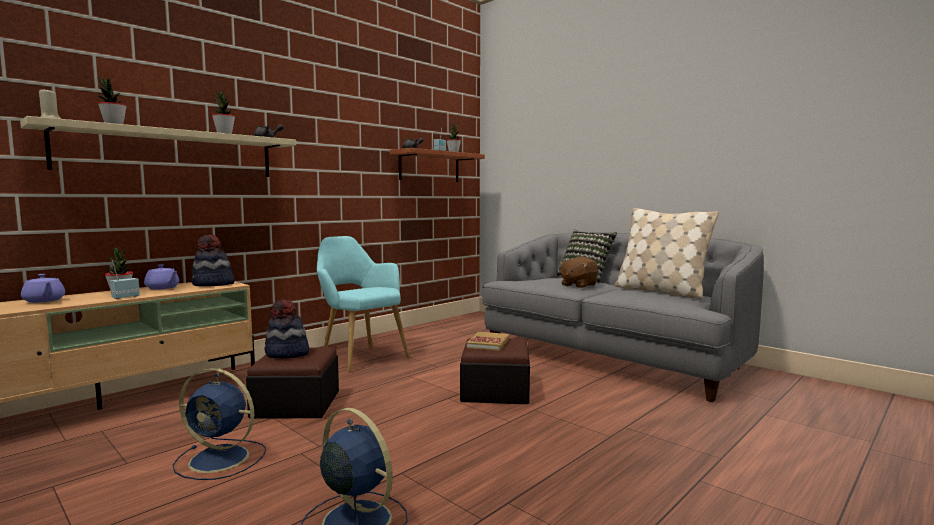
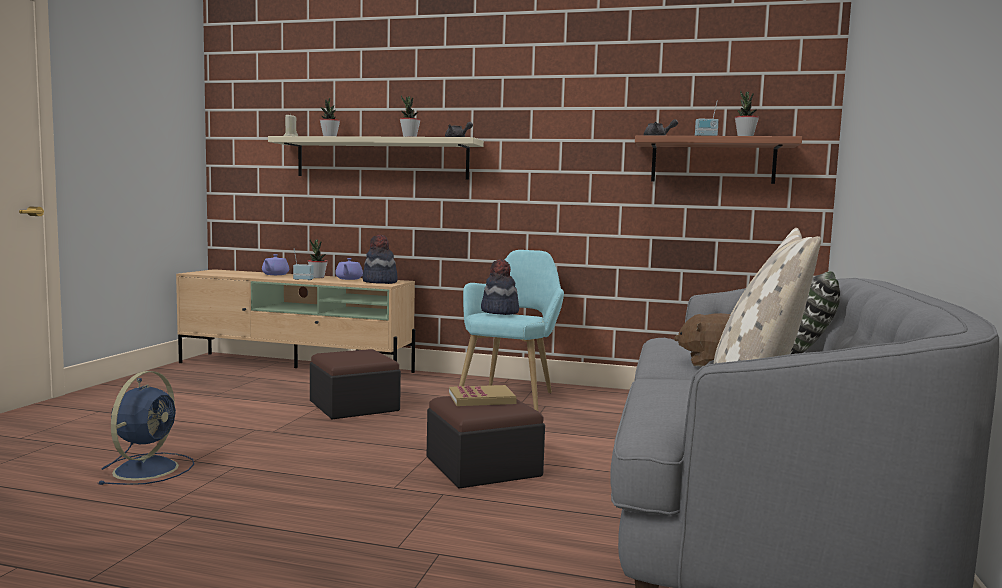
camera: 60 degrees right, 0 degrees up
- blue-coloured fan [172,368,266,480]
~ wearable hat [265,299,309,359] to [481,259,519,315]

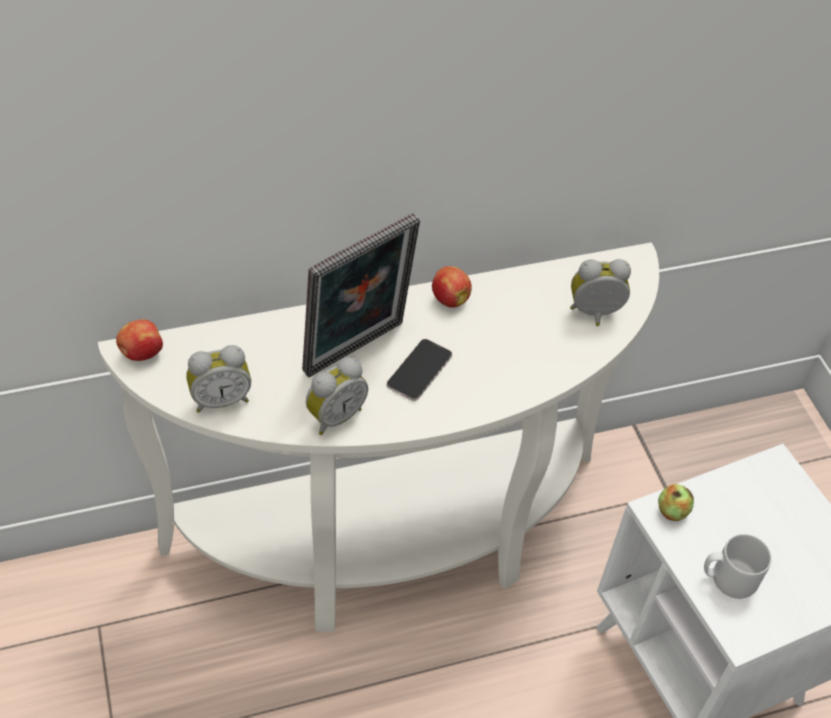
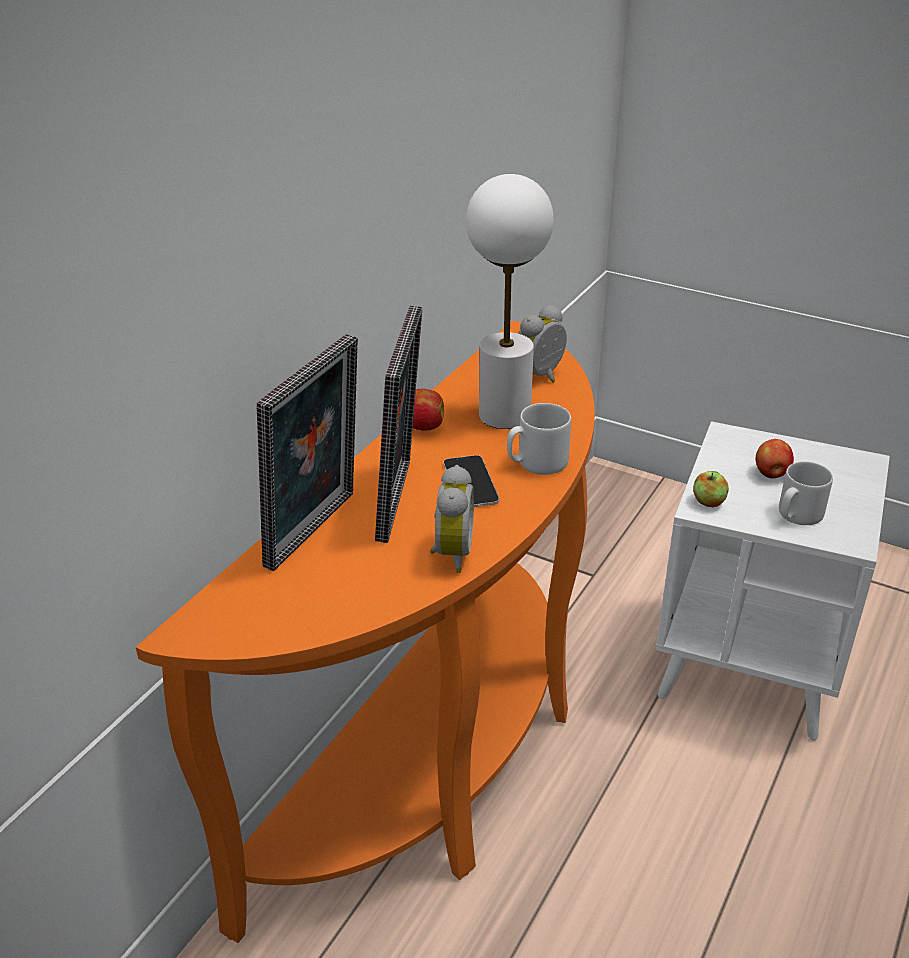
camera: 40 degrees left, 15 degrees down
~ white-coloured console table [98,242,659,632] to orange-coloured console table [136,320,595,943]
~ apple [116,319,163,361] to [756,439,794,478]
- bedside clock [187,345,251,413]
+ picture frame [256,334,358,571]
+ white-coloured table lamp [466,174,554,429]
+ greyish mug [507,403,571,475]

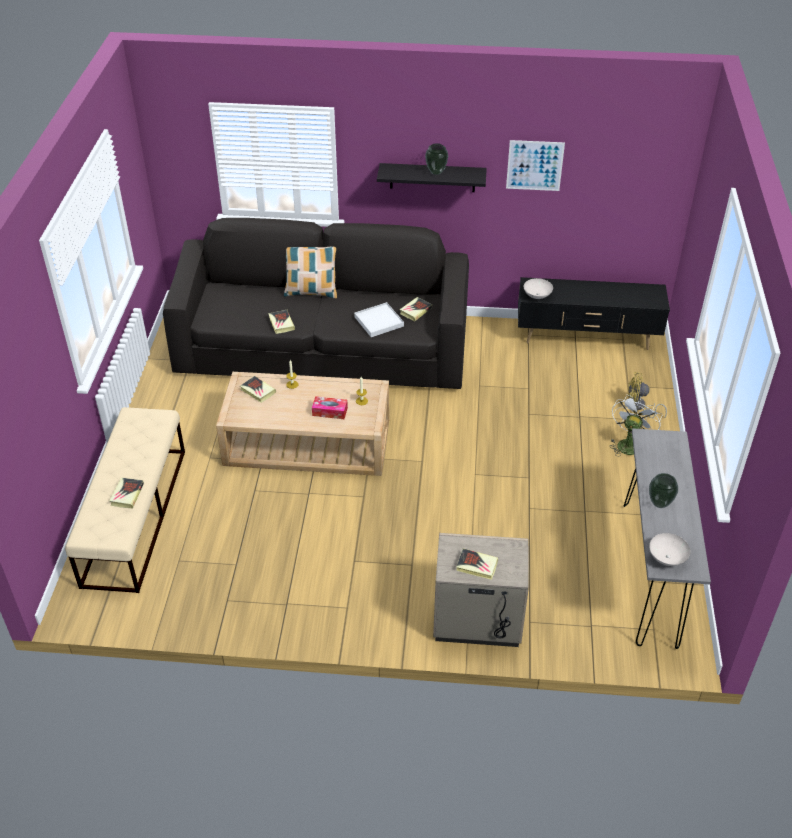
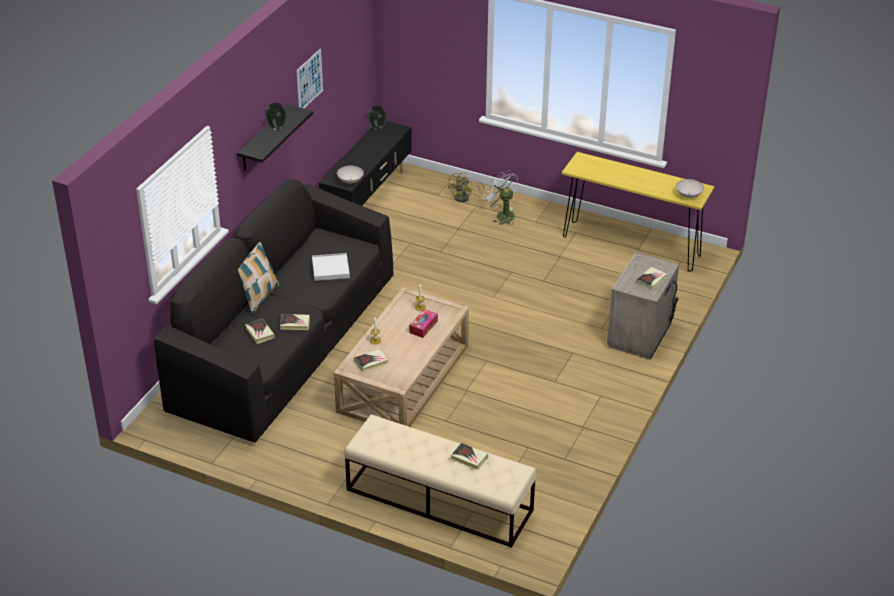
camera: 70 degrees left, 5 degrees down
~ volume [400,297,432,321] to [245,319,275,344]
~ greyish console table [623,428,711,649] to yellow-coloured console table [562,152,714,272]
~ flower vase [649,473,678,508] to [368,105,387,130]

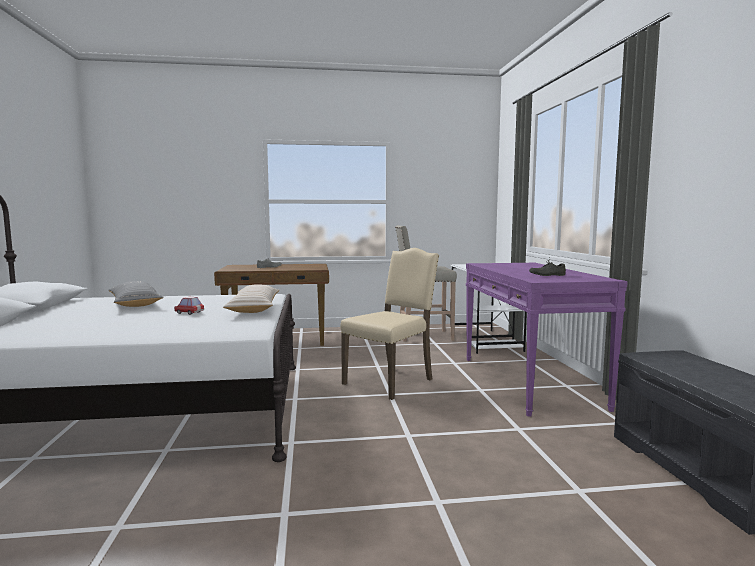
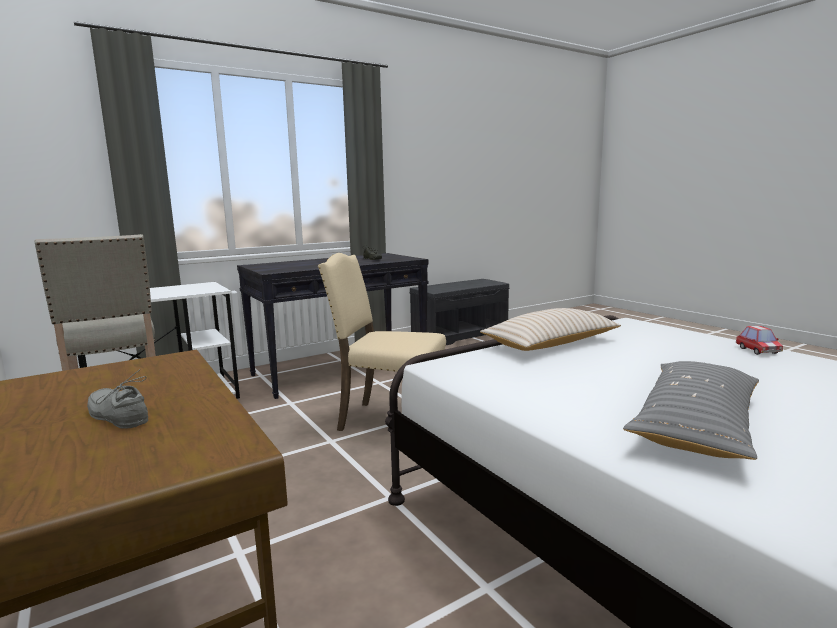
camera: 115 degrees left, 5 degrees up
~ toy car [174,297,204,315] to [736,326,783,355]
~ purple console table [466,263,628,417] to black-coloured console table [237,253,428,399]

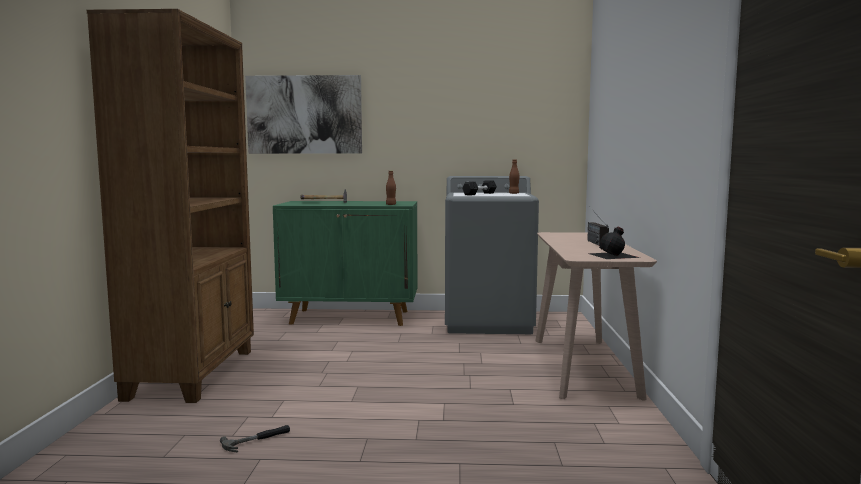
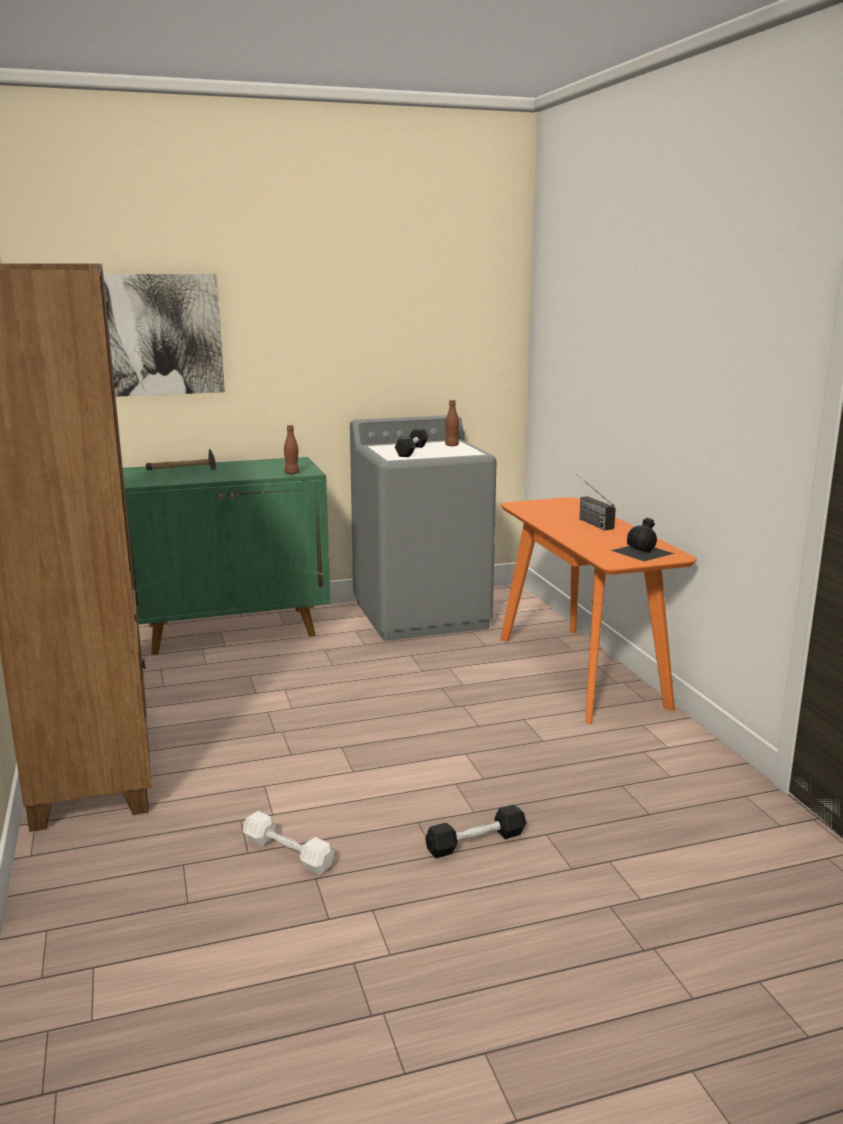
camera: 20 degrees left, 10 degrees up
~ hand hammer [220,425,290,452] to white-coloured dumbbell [243,811,335,875]
~ sand-coloured console table [535,232,657,401] to orange-coloured console table [500,497,697,724]
+ black-coloured dumbbell [425,805,526,858]

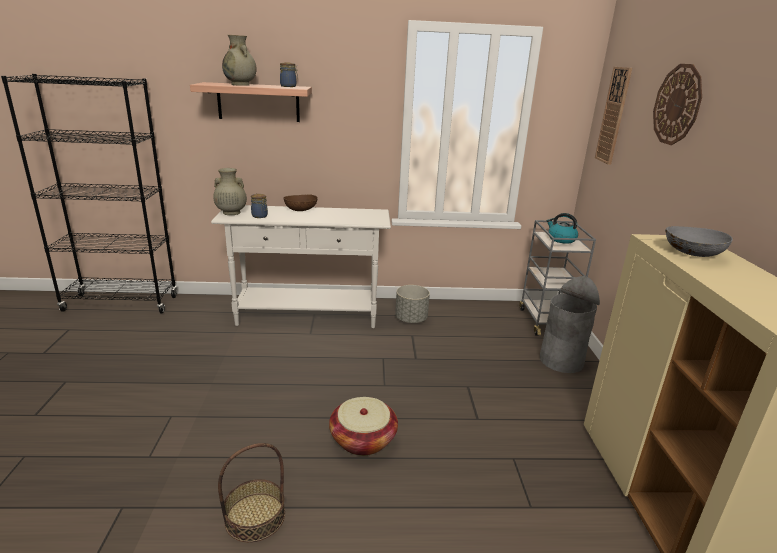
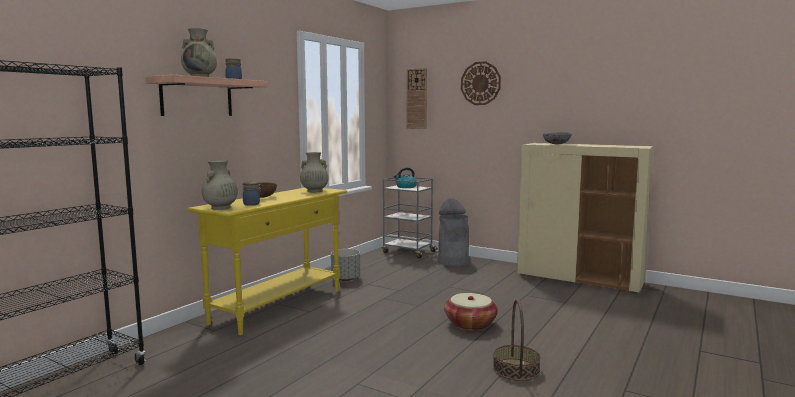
camera: 55 degrees left, 15 degrees down
~ white-coloured console table [211,205,391,328] to yellow-coloured console table [187,188,347,335]
+ sand-coloured flower vase [300,152,329,192]

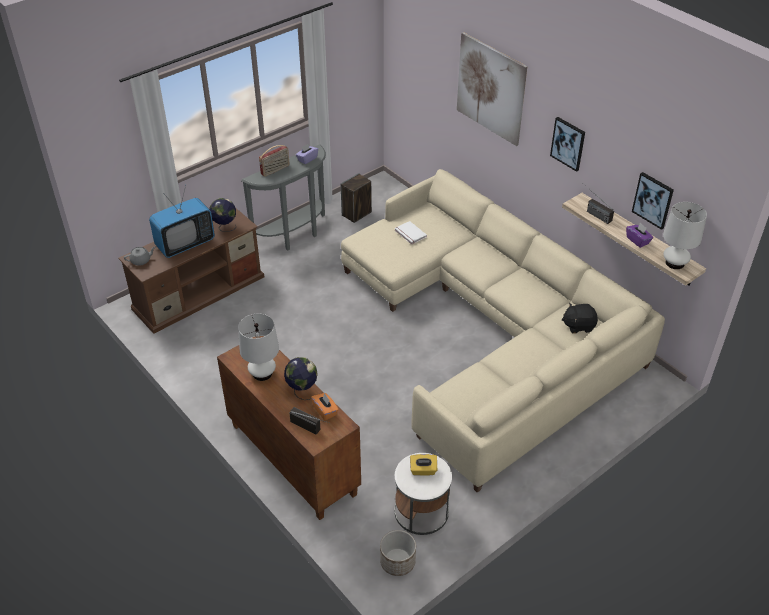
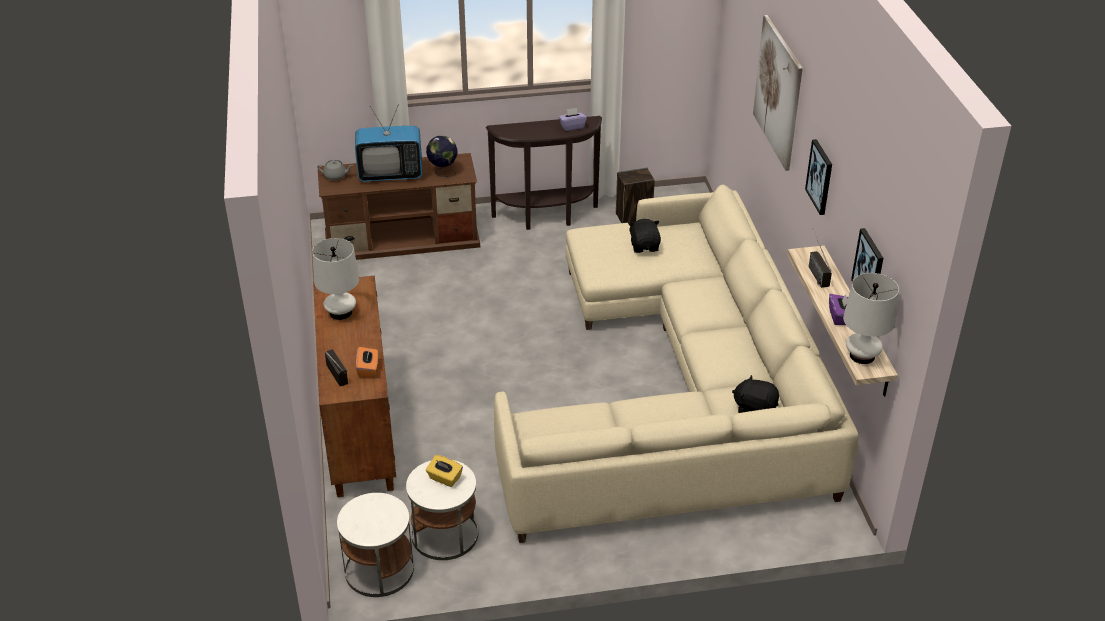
camera: 30 degrees right, 5 degrees down
~ greyish console table [242,144,326,251] to brown-coloured console table [486,116,602,230]
- radio receiver [259,145,290,177]
- desk globe [284,357,317,400]
~ planter [380,530,416,576] to white-coloured accent table [337,493,414,597]
~ white-coloured volume [395,221,427,245] to black-coloured plush toy [628,219,661,253]

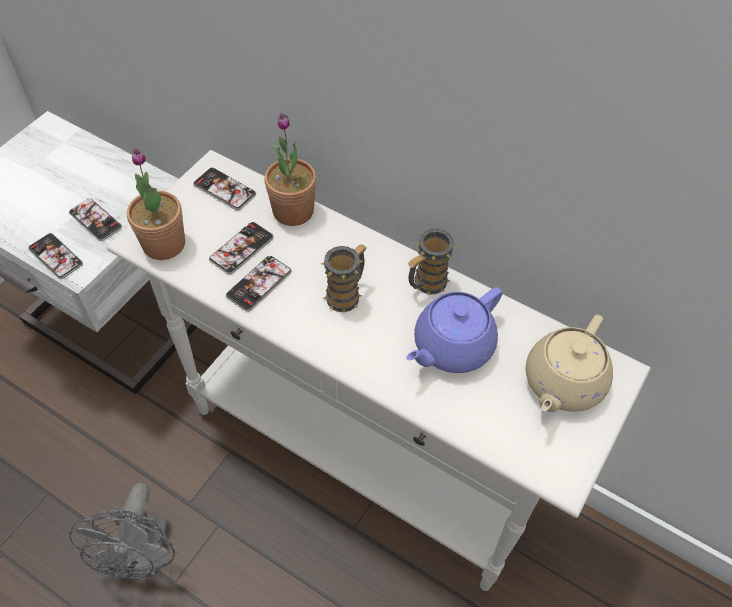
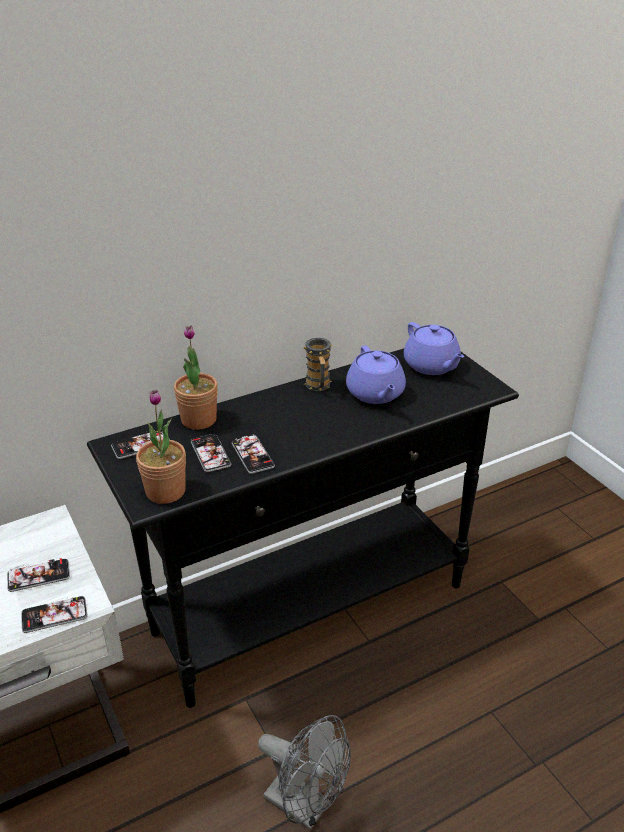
camera: 60 degrees left, 20 degrees down
~ white-coloured console table [107,150,651,591] to black-coloured console table [87,348,519,708]
- mug [321,244,367,313]
~ sand-coloured teapot [526,314,613,412] to purple teapot [404,322,464,375]

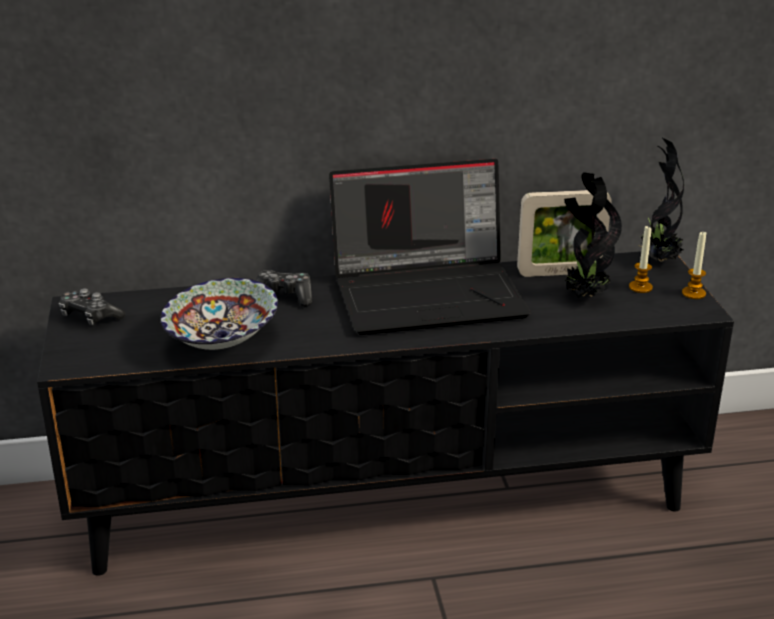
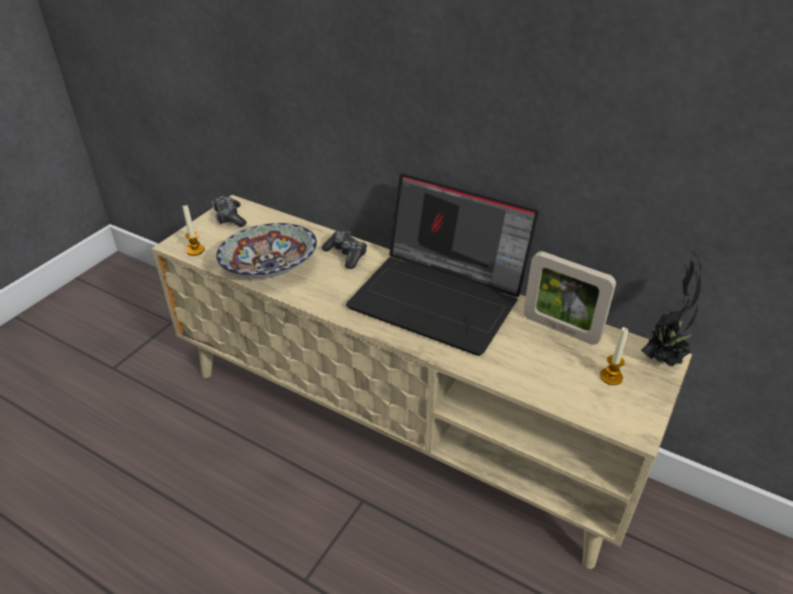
camera: 40 degrees right, 10 degrees up
~ black-coloured media console [37,251,734,576] to sand-coloured media console [152,195,693,569]
- potted plant [564,172,622,298]
~ wax light [682,232,706,299] to [183,205,205,256]

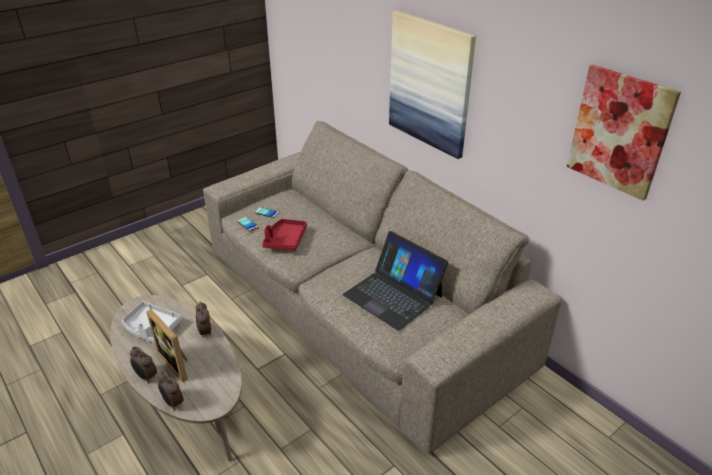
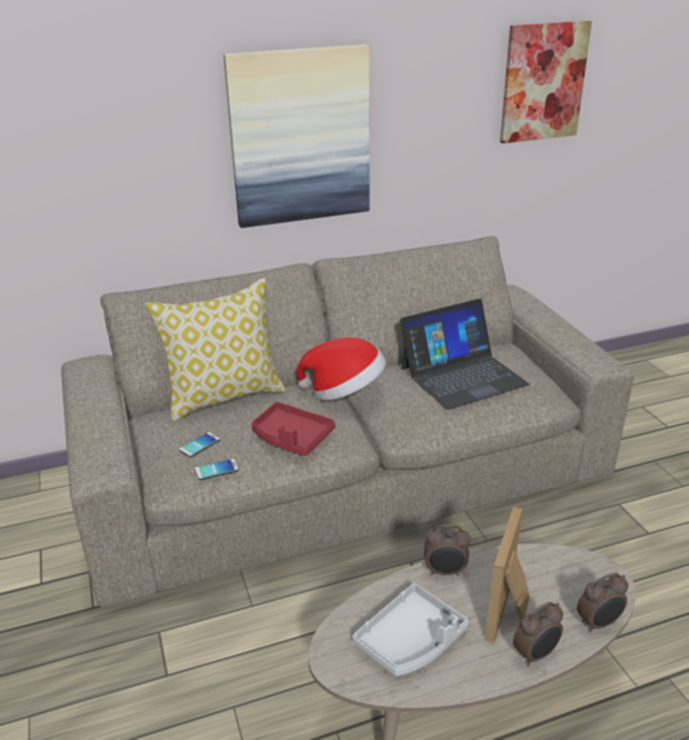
camera: 70 degrees left, 5 degrees down
~ picture frame [146,309,188,382] = [485,507,530,643] 135 degrees clockwise
+ cushion [145,278,286,422]
+ wearable hat [296,337,386,400]

